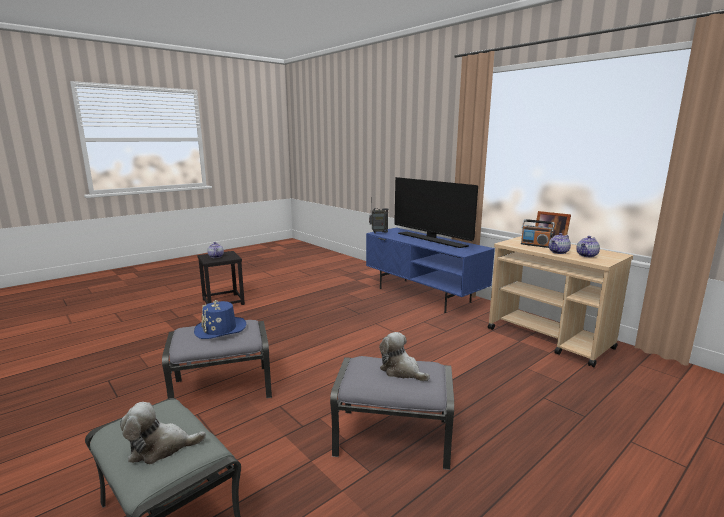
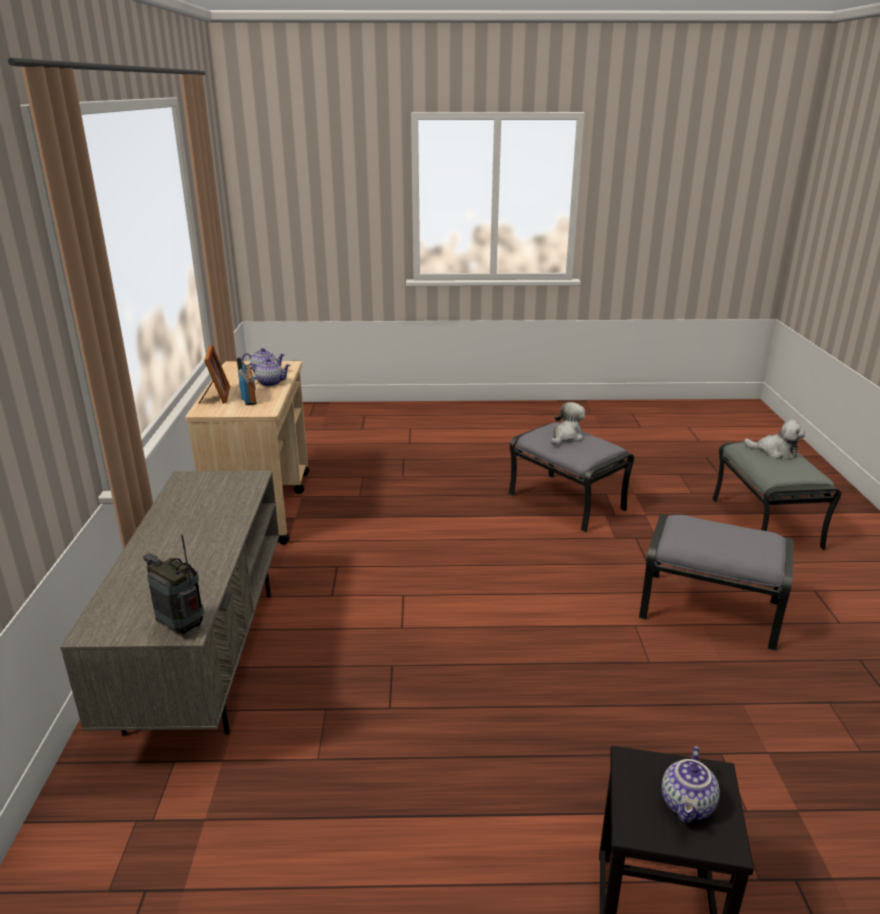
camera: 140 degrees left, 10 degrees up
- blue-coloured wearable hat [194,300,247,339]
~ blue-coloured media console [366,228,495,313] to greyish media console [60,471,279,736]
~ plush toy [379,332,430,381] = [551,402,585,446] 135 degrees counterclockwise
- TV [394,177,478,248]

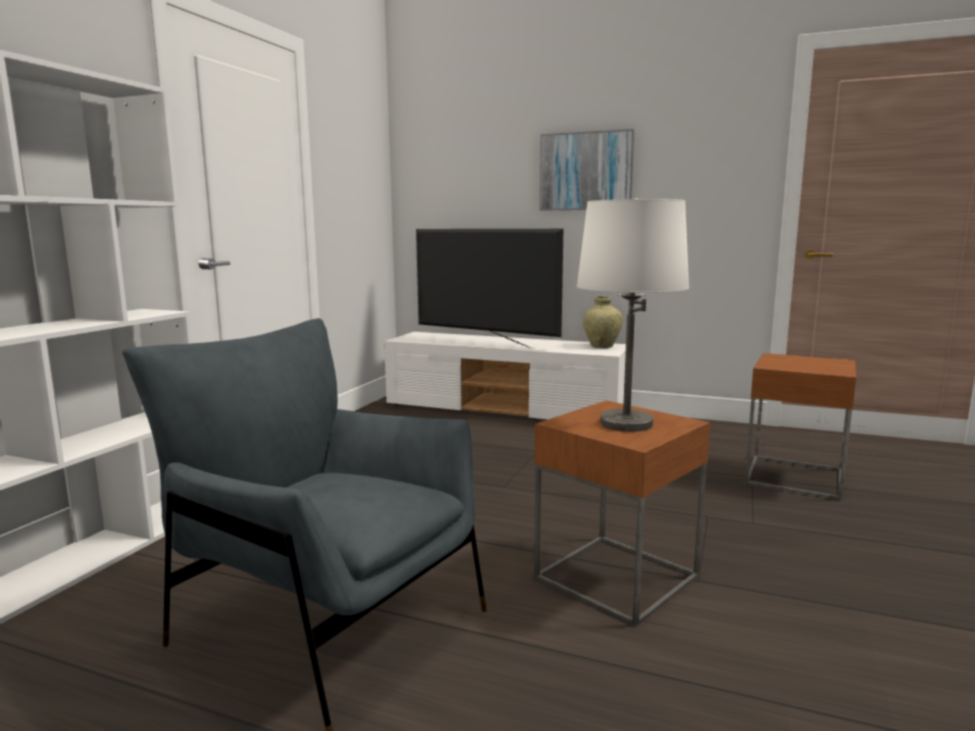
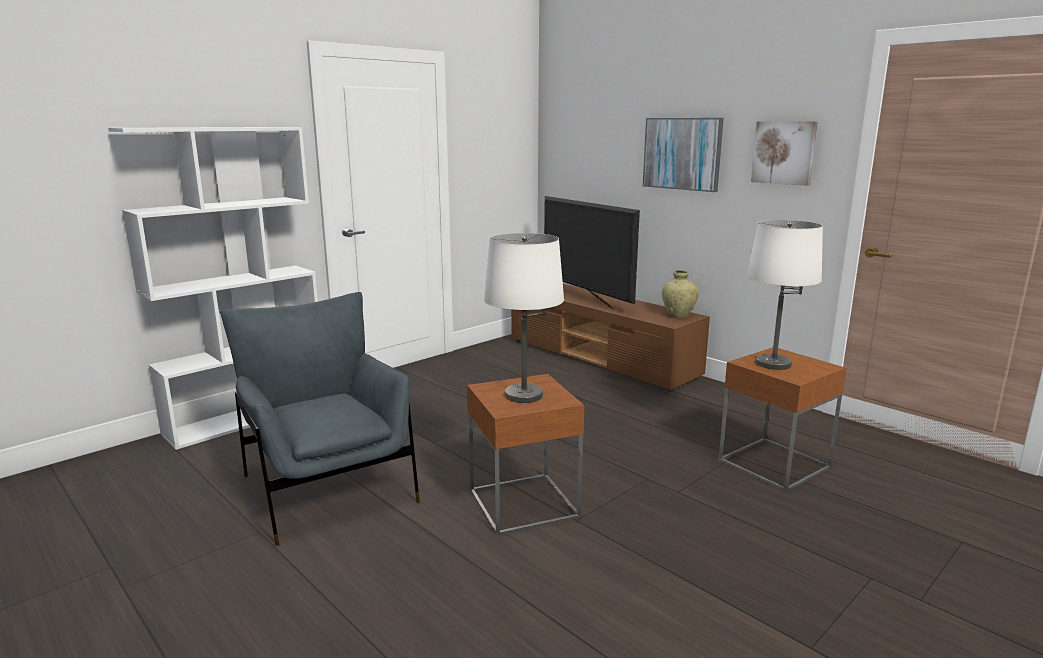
camera: 25 degrees right, 5 degrees up
~ white-coloured media console [384,332,626,419] to brown-coloured media console [511,284,710,392]
+ white-coloured table lamp [747,220,823,370]
+ picture [751,122,818,186]

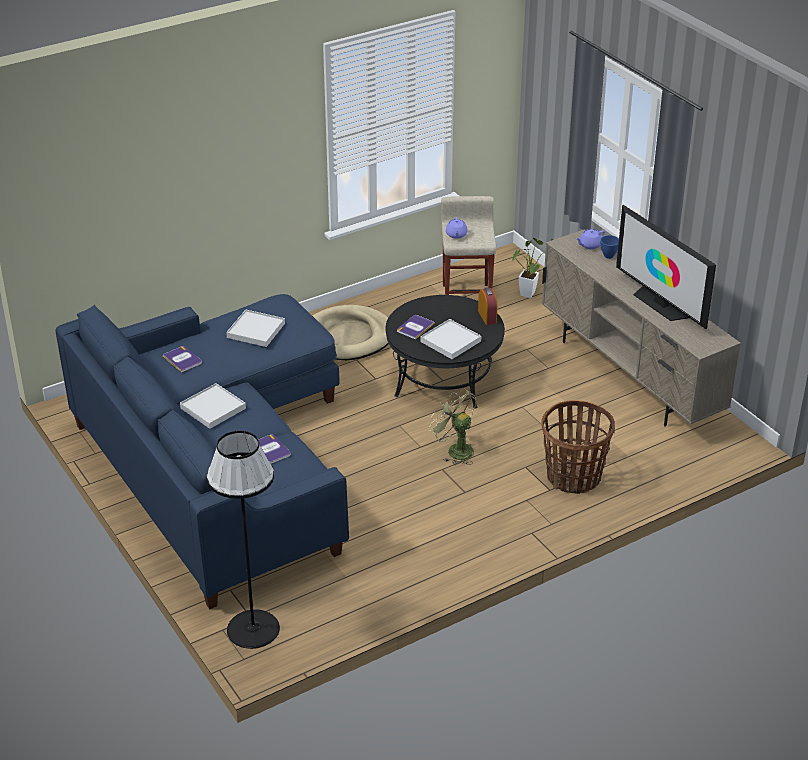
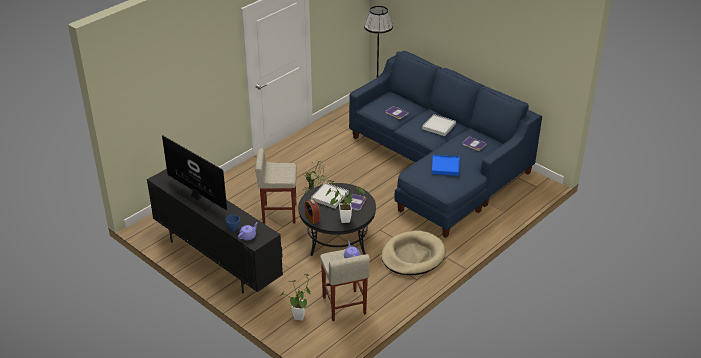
camera: 165 degrees right, 0 degrees up
~ white-coloured carrying tray [226,309,285,347] to blue-coloured carrying tray [432,155,460,176]
- basket [541,400,615,494]
~ sand-coloured media console [542,229,741,427] to black-coloured media console [147,169,283,293]
+ sand-coloured stool [255,148,297,224]
+ potted plant [326,180,365,223]

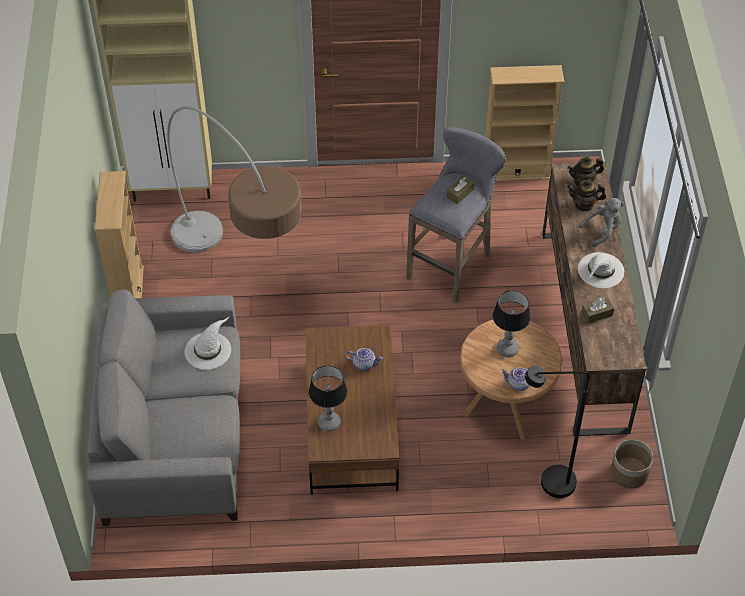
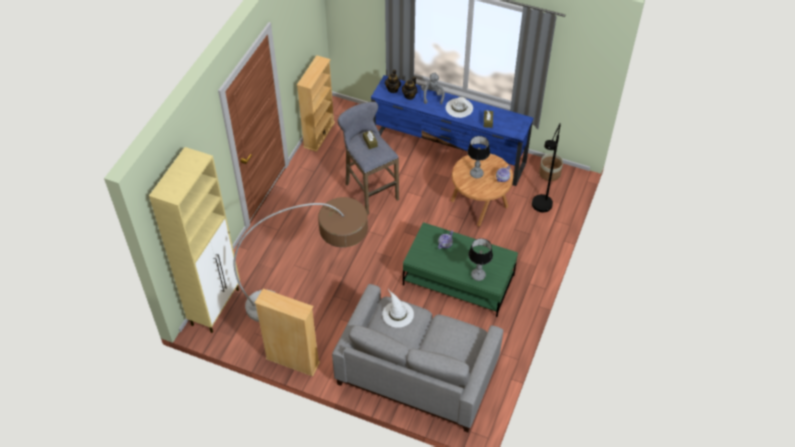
camera: 65 degrees left, 0 degrees up
~ brown-coloured low table [305,325,399,495] to green-coloured low table [403,222,518,317]
~ brown-coloured media console [542,162,646,437] to blue-coloured media console [371,75,533,186]

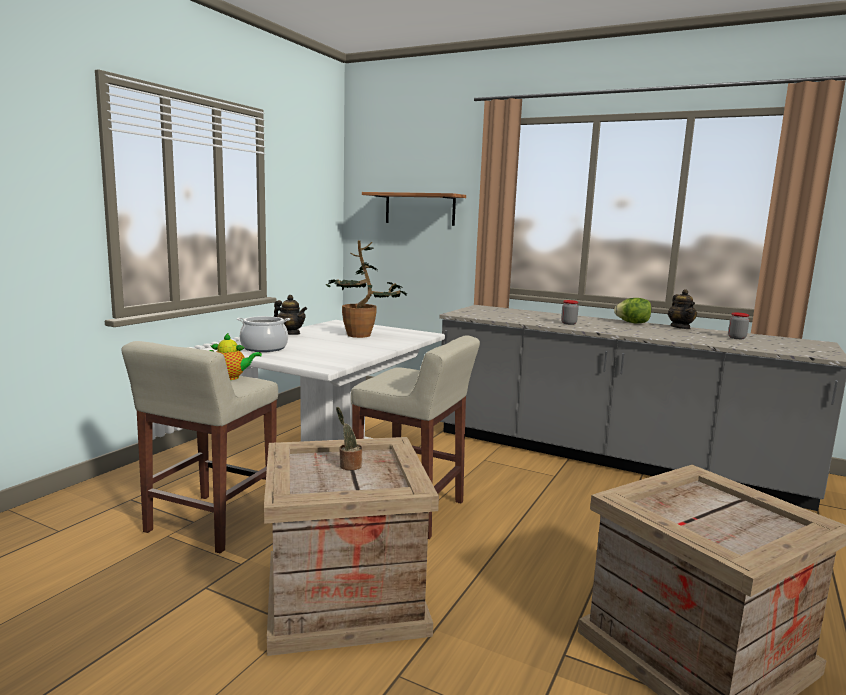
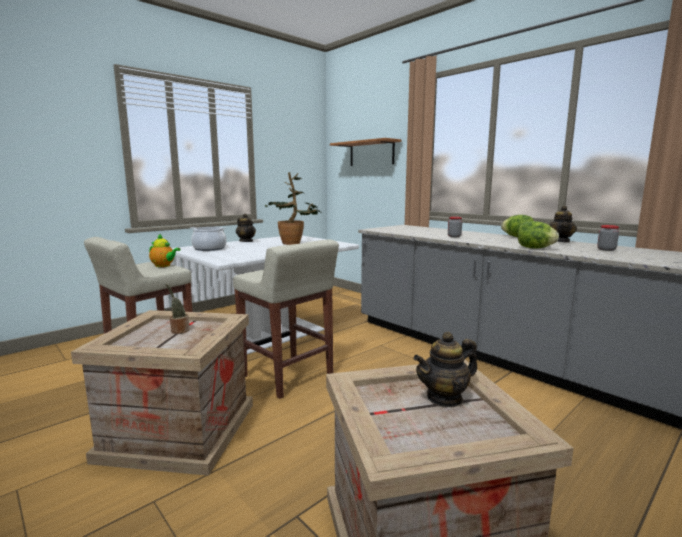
camera: 20 degrees right, 0 degrees up
+ teapot [414,332,477,407]
+ head of lettuce [518,221,559,248]

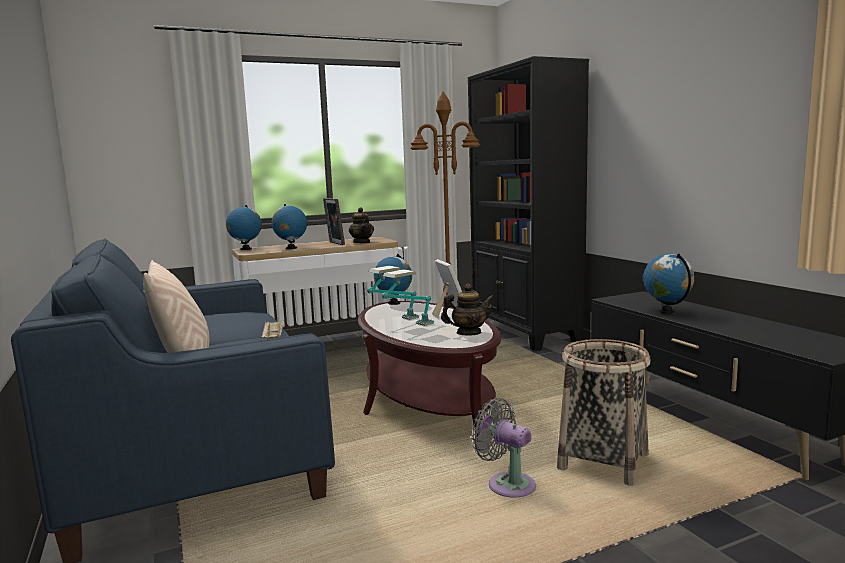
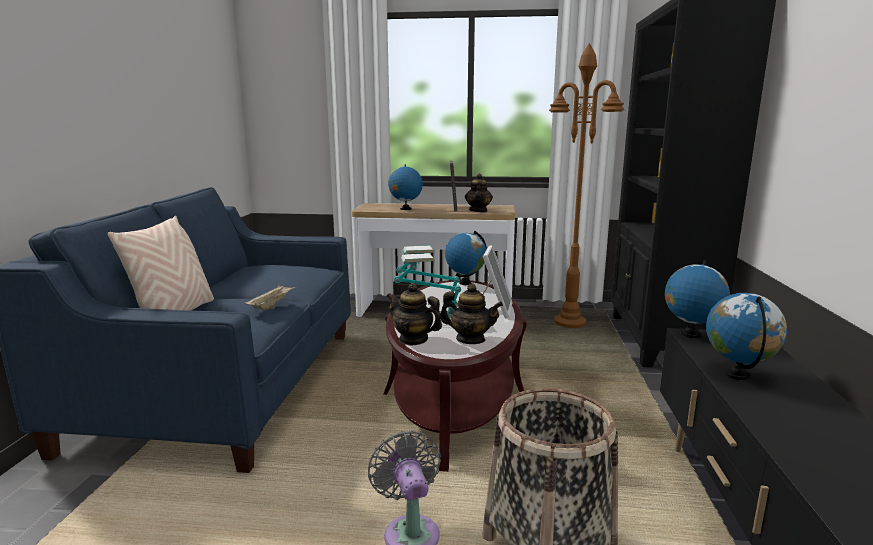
camera: 30 degrees right, 5 degrees up
~ desk globe [226,205,262,250] to [665,260,730,338]
+ teapot [386,283,442,345]

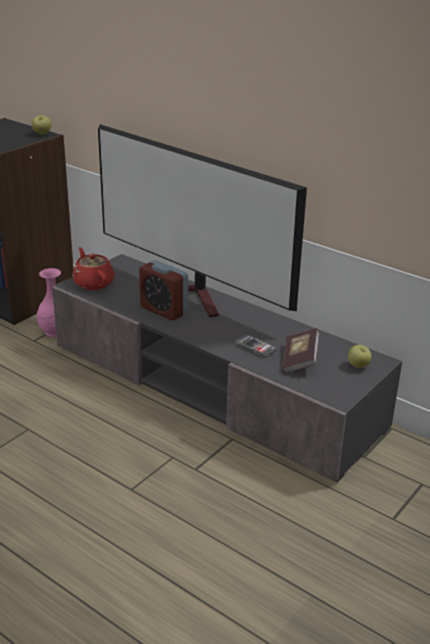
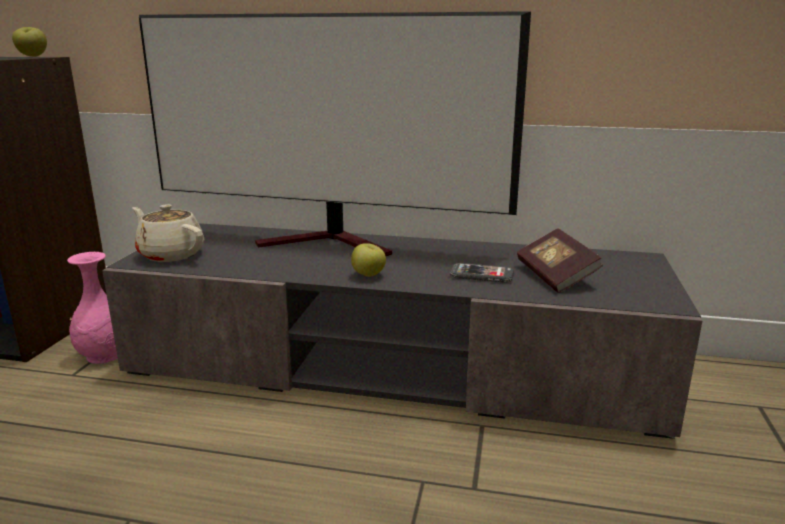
camera: 25 degrees left, 10 degrees down
~ reddish teapot [72,247,114,290] to sand-coloured teapot [132,204,205,262]
- bedside clock [139,260,188,320]
~ apple [348,345,372,368] to [351,243,386,277]

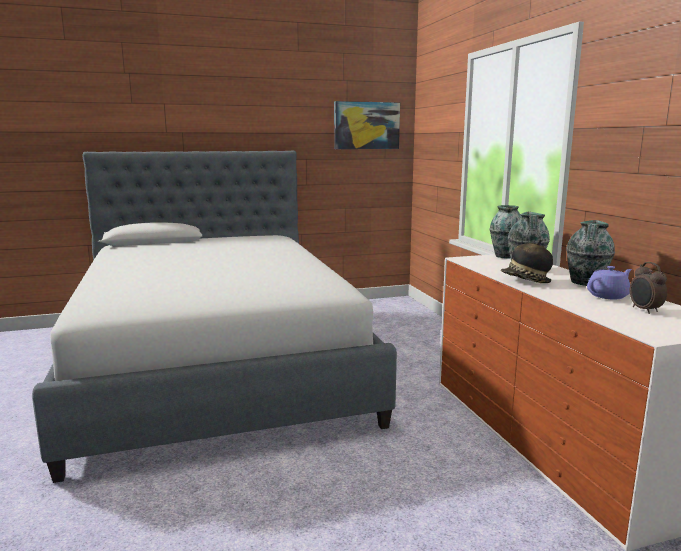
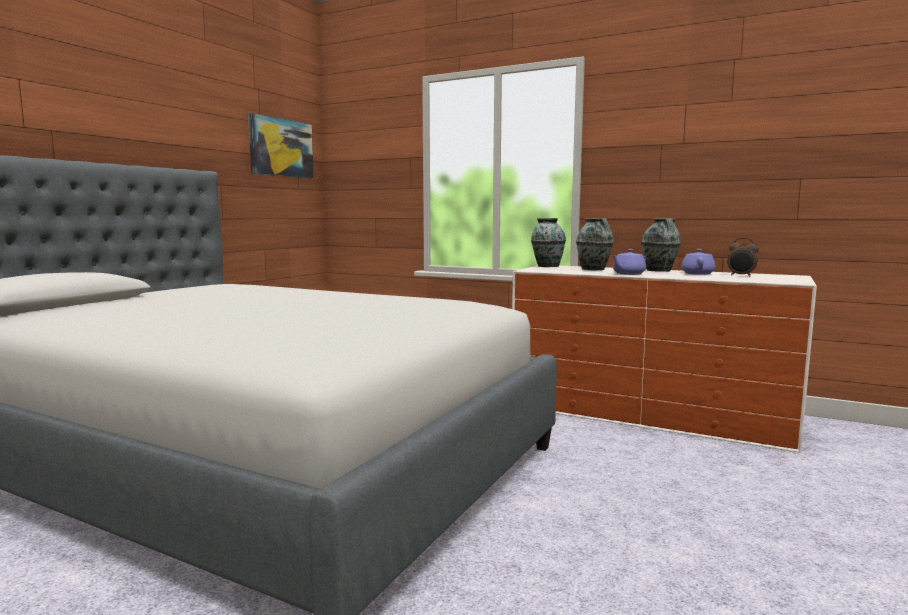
camera: 45 degrees left, 5 degrees down
~ wearable hat [501,240,553,283] to purple teapot [611,249,646,275]

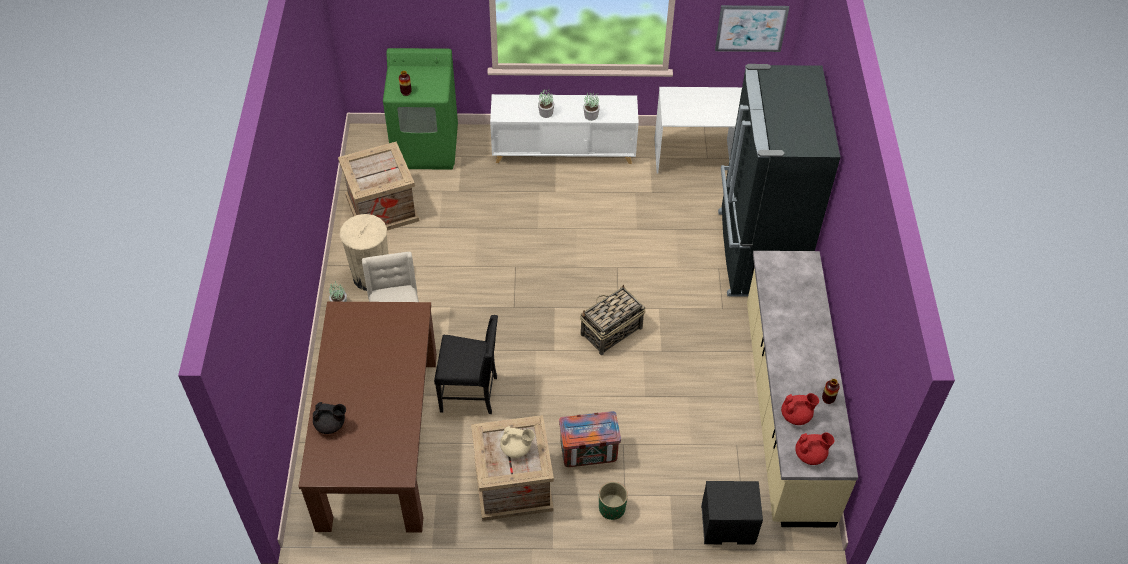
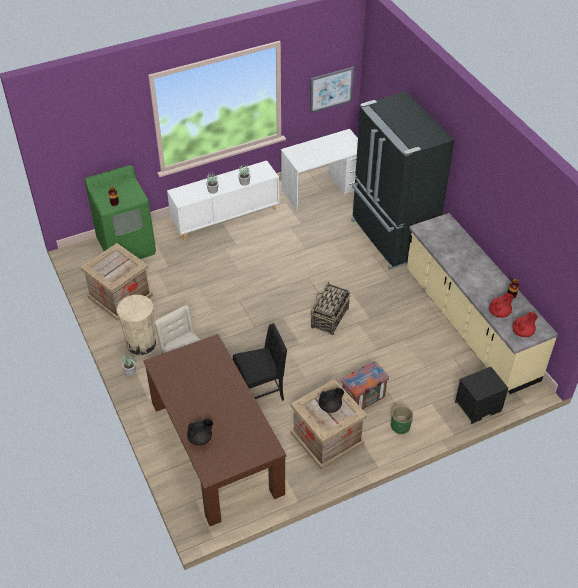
camera: 25 degrees left, 5 degrees down
~ sand-coloured teapot [500,426,535,458] to black-coloured teapot [319,388,344,413]

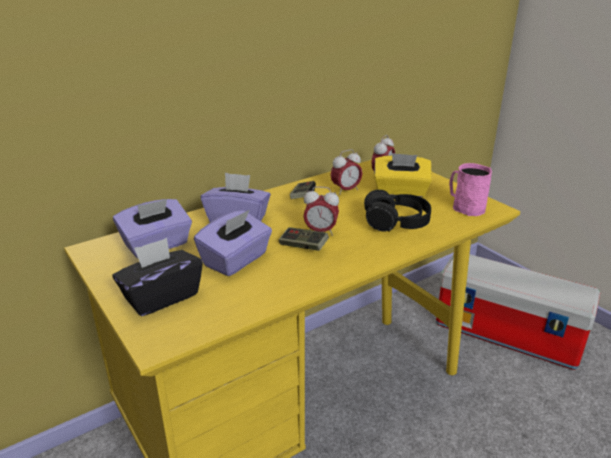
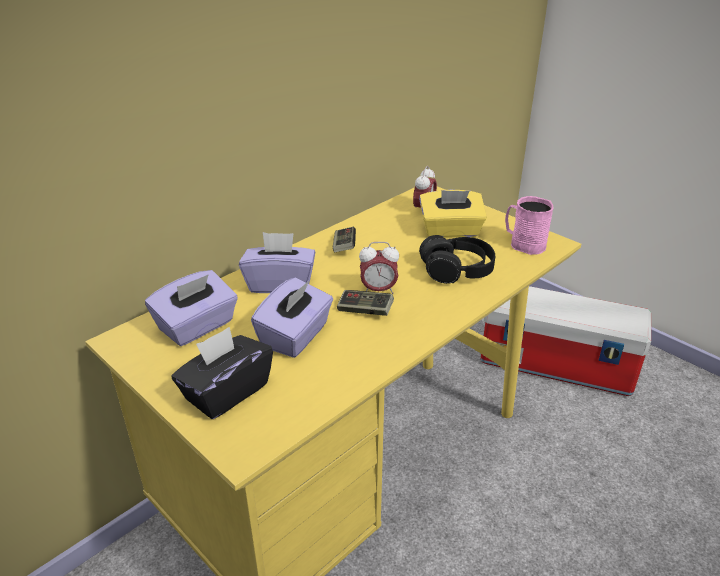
camera: 10 degrees left, 5 degrees up
- bedside clock [331,149,362,195]

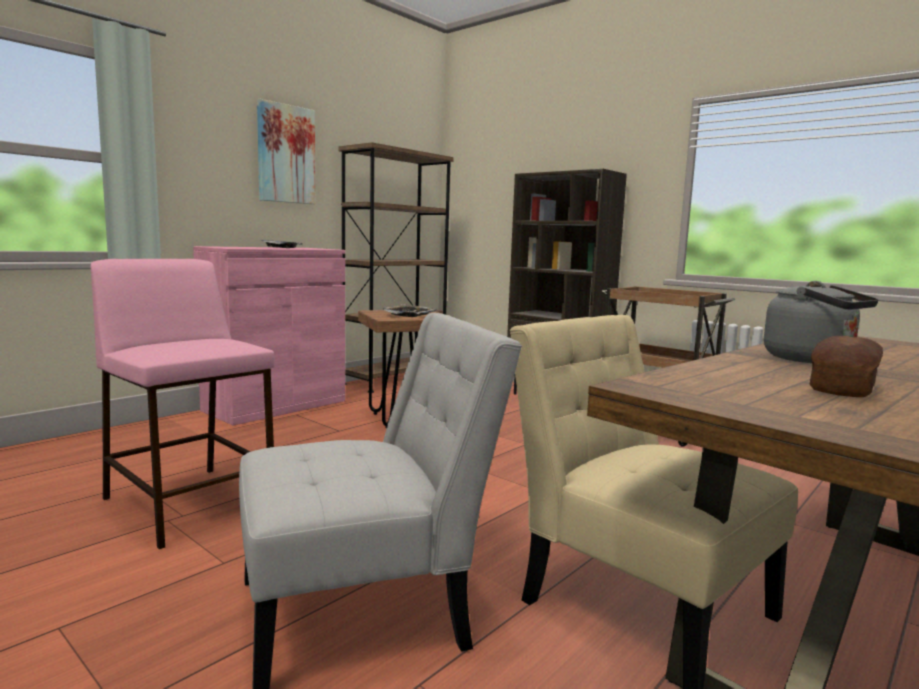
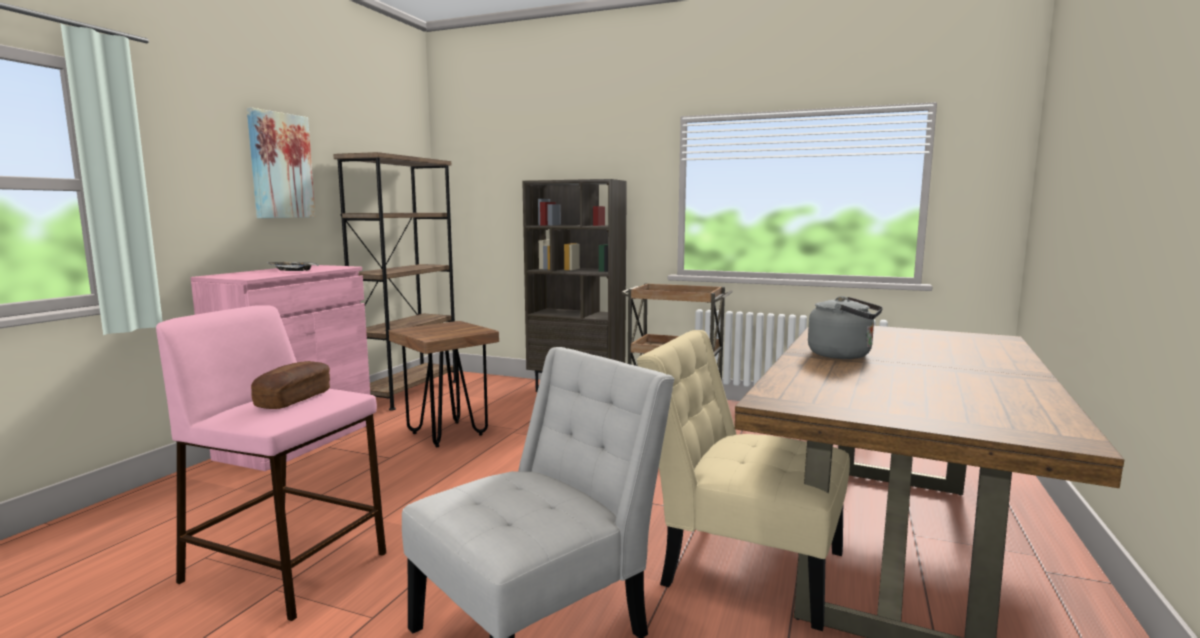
camera: 20 degrees left, 0 degrees up
- carrying tray [383,305,436,317]
~ baked bread [810,336,883,397] to [251,361,330,409]

